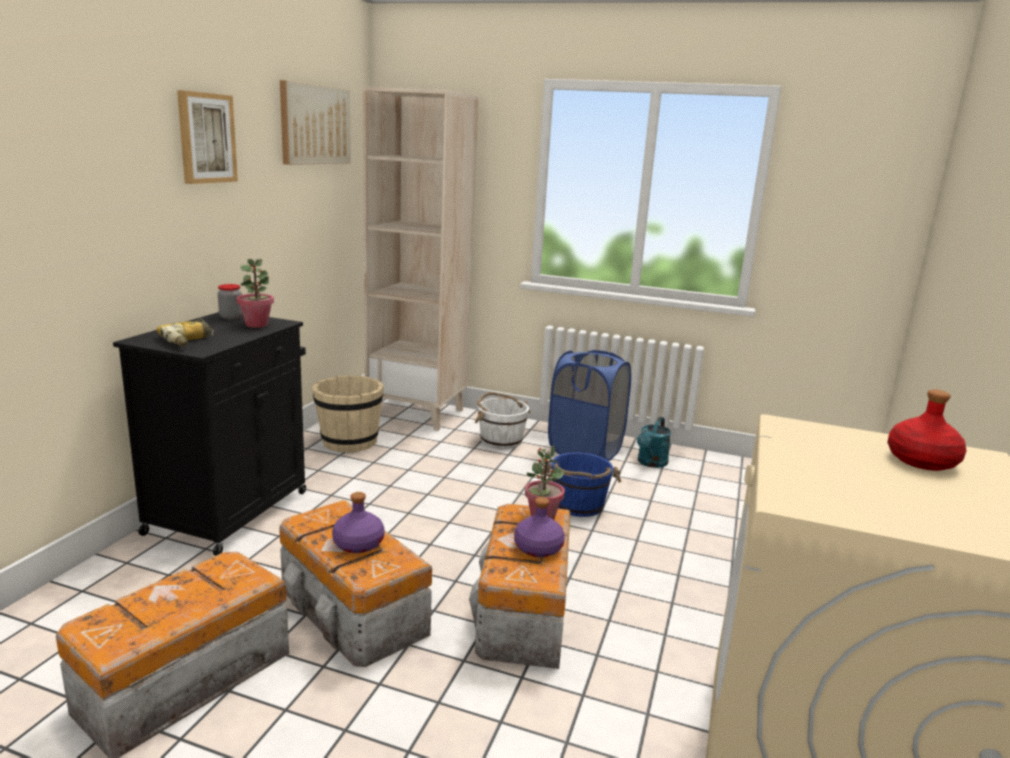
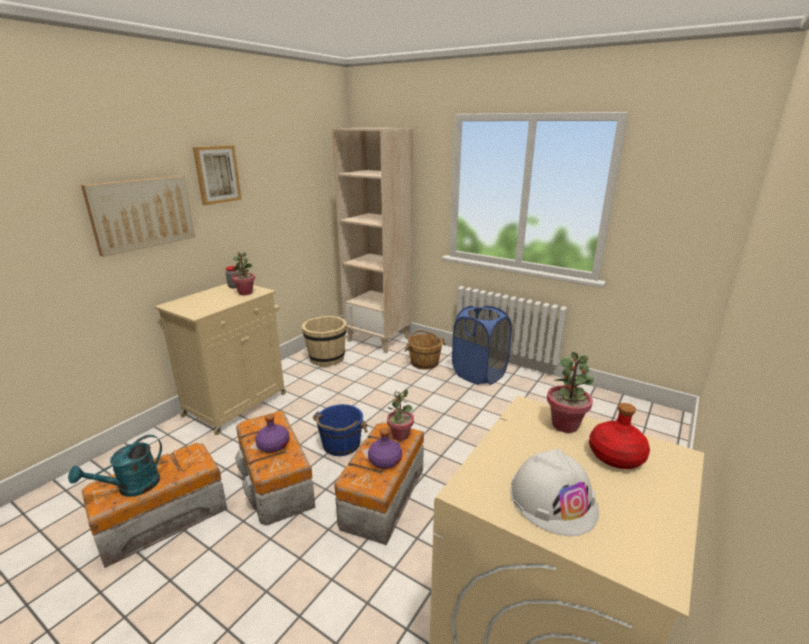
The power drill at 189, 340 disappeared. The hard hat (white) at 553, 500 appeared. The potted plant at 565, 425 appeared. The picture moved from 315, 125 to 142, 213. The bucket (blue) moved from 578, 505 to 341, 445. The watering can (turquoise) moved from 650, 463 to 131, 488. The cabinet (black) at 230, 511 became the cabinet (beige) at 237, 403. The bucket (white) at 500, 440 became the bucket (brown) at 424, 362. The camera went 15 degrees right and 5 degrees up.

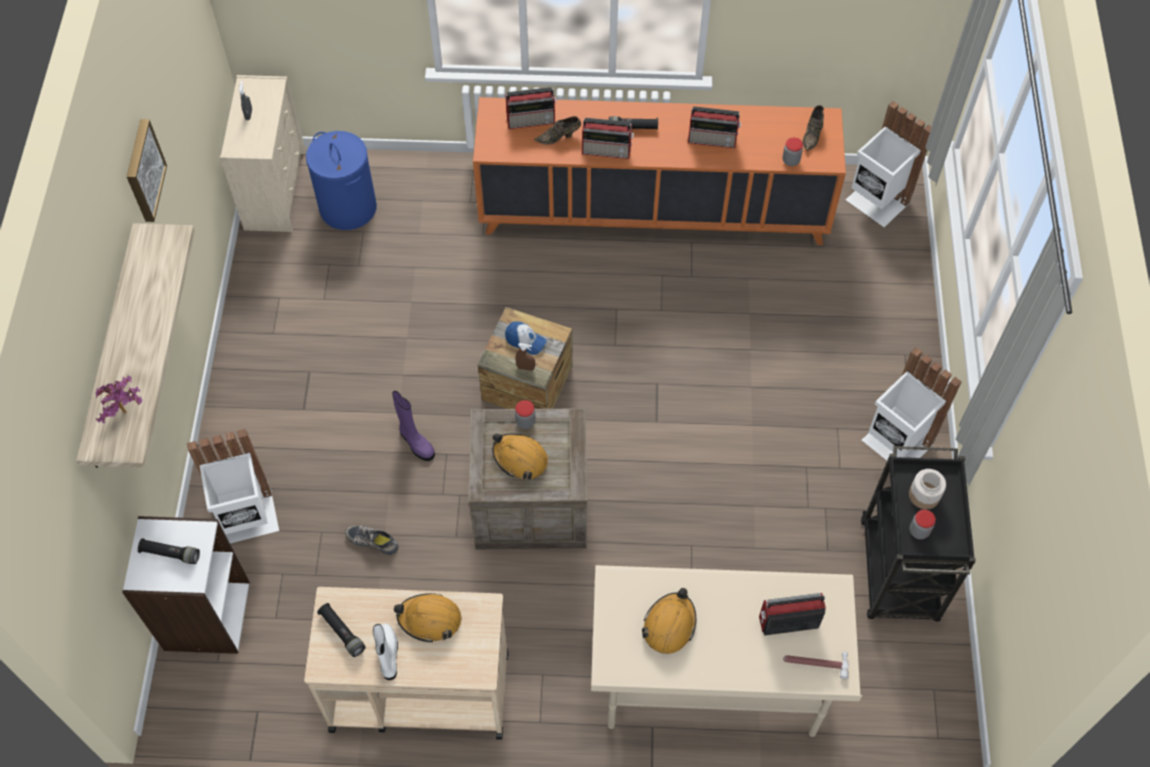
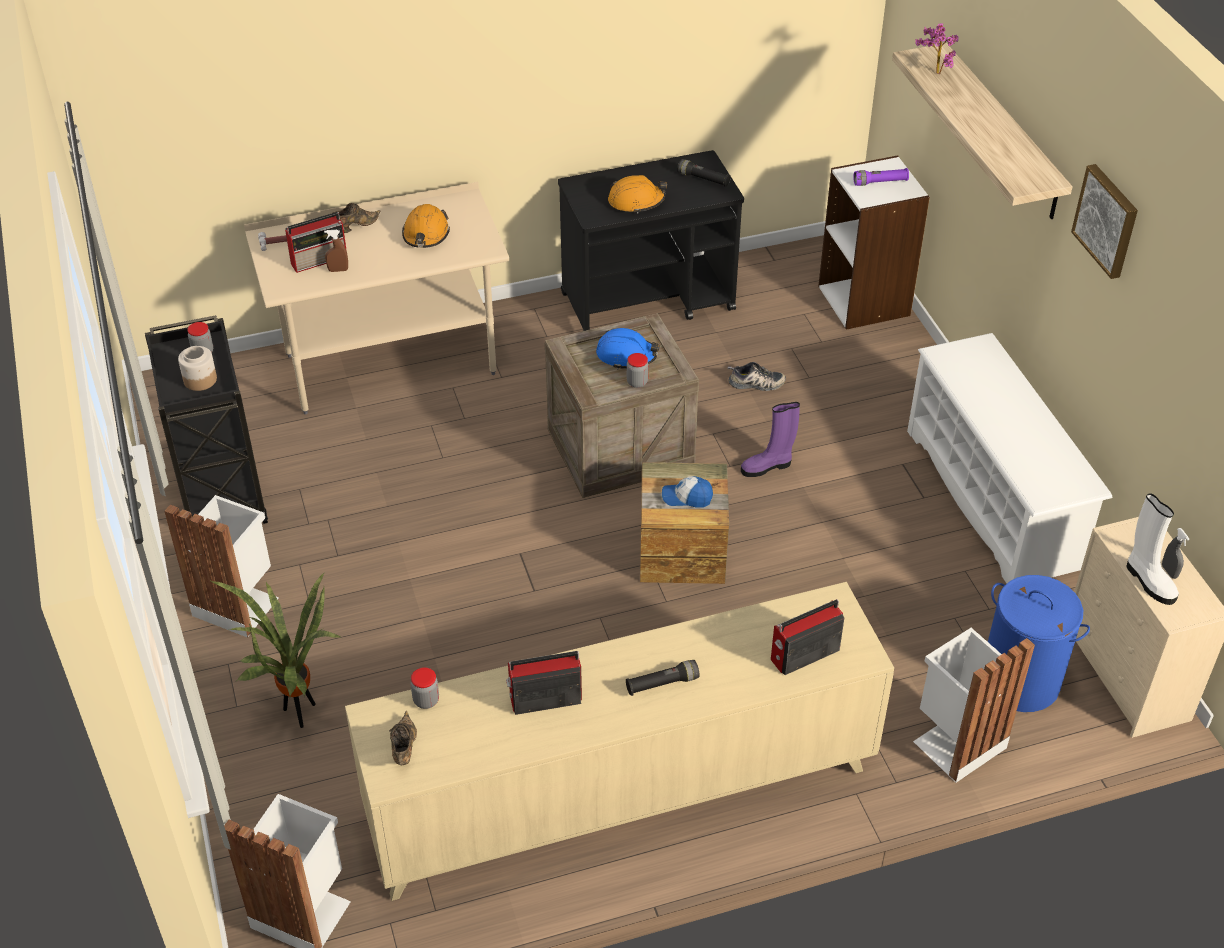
The radio at 607, 150 disappeared. The potted plant at 299, 712 appeared. The shoe rack (white) at 992, 499 appeared. The trash can (white) moved from 248, 519 to 956, 742. The boot (white) moved from 388, 655 to 1148, 581. The spray bottle (brown) moved from 525, 367 to 338, 270. The shoe (brown) moved from 559, 137 to 355, 226. The flashlight (black) at 170, 554 became the flashlight (purple) at 880, 182. The cart (beige) at 418, 691 became the cart (black) at 649, 301. The cabinet (orange) at 653, 212 became the cabinet (beige) at 621, 796. The hard hat (orange) at 520, 458 became the hard hat (blue) at 626, 356. The boot (purple) at 415, 442 turned 45 degrees counterclockwise. The camera went 160 degrees right and 15 degrees down.

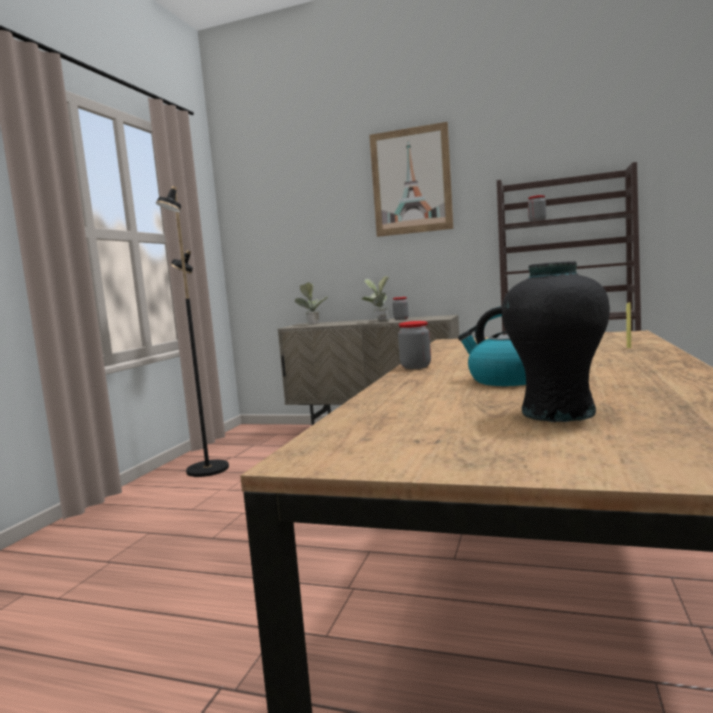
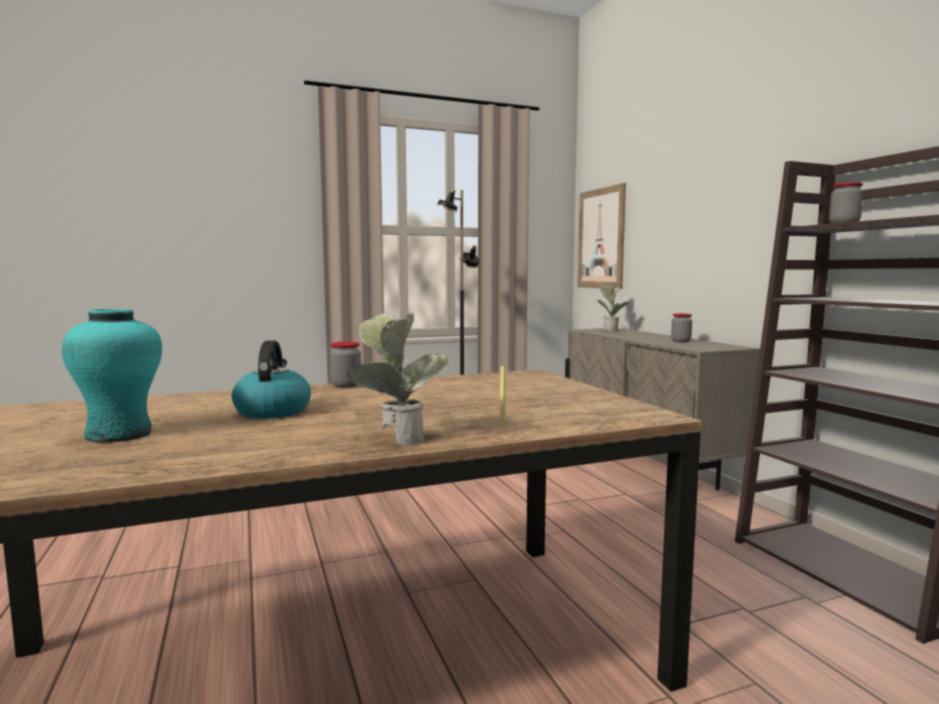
The potted plant moved from 378, 321 to 396, 438. The picture moved from 411, 181 to 601, 238. The vase (black) at 557, 413 became the vase (turquoise) at 119, 434. The camera went 50 degrees right and 0 degrees up.

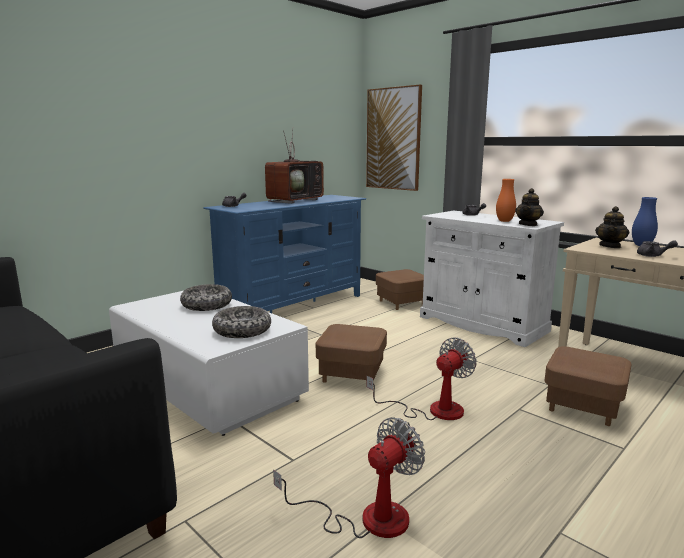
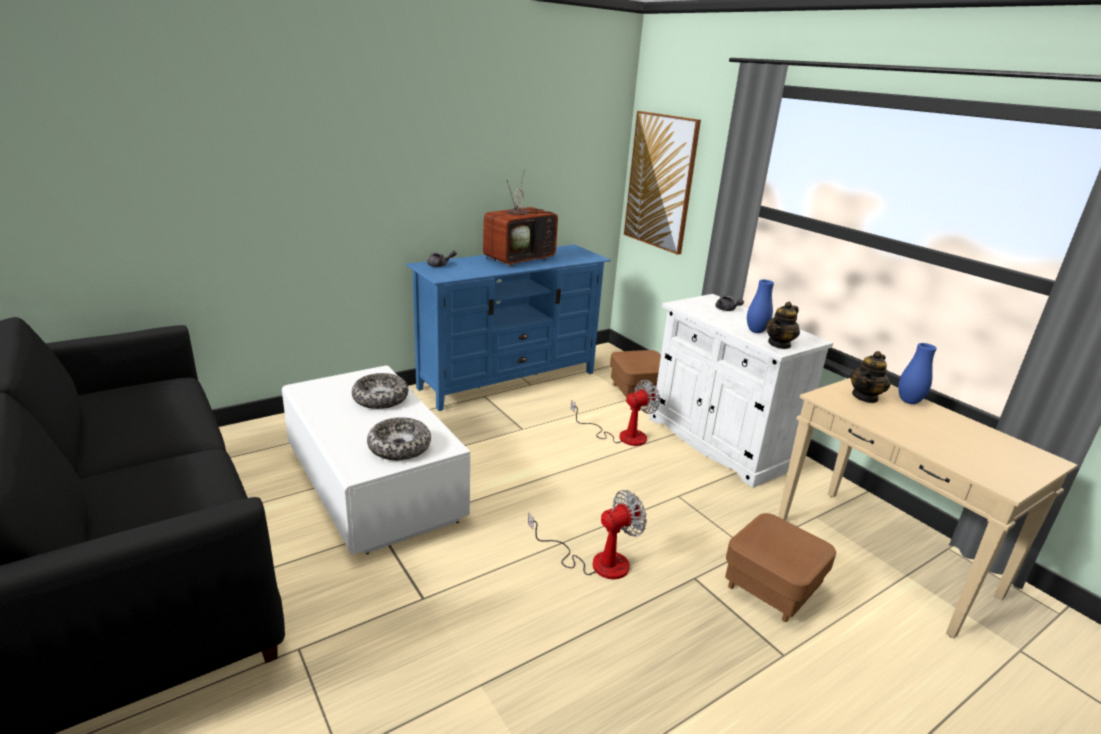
The ottoman (brown) at 352, 374 disappeared. The teapot (grey) at 653, 256 disappeared. The fan moved from 367, 518 to 622, 436. The vase (orange) at 504, 221 became the vase (blue) at 756, 331. The camera went 10 degrees right and 10 degrees up.

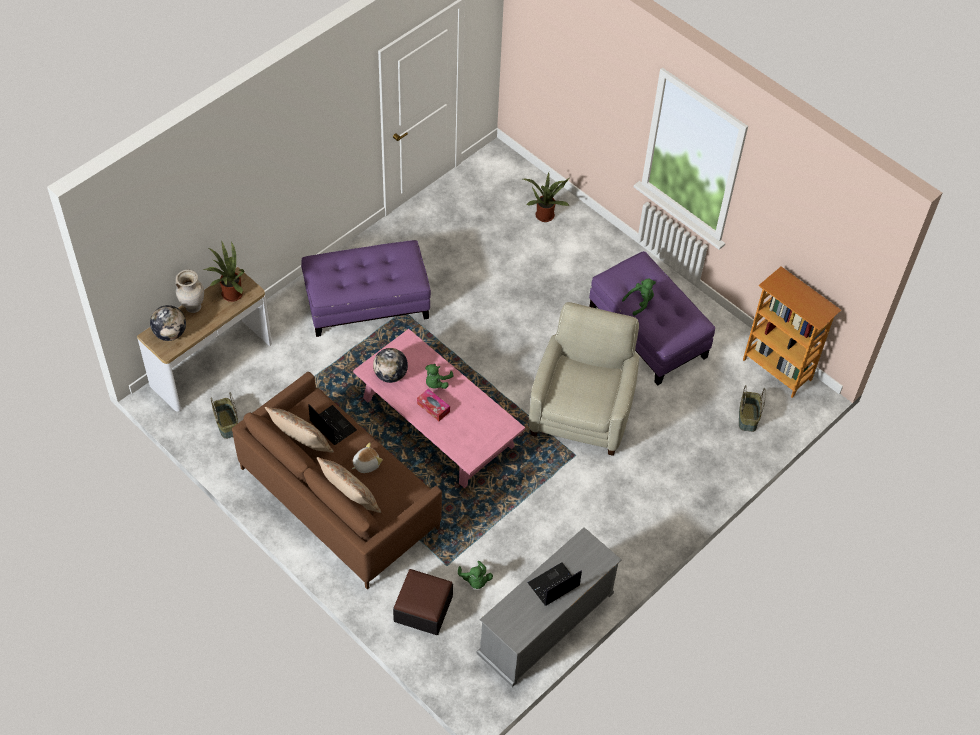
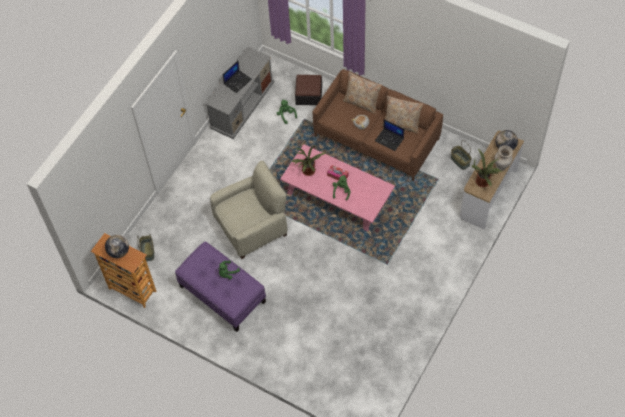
The ottoman (purple) at 367, 304 disappeared. The globe moved from 390, 375 to 119, 252. The potted plant moved from 545, 214 to 308, 172. The armchair (beige) at 582, 411 turned 120 degrees counterclockwise. The camera went 170 degrees right and 5 degrees up.

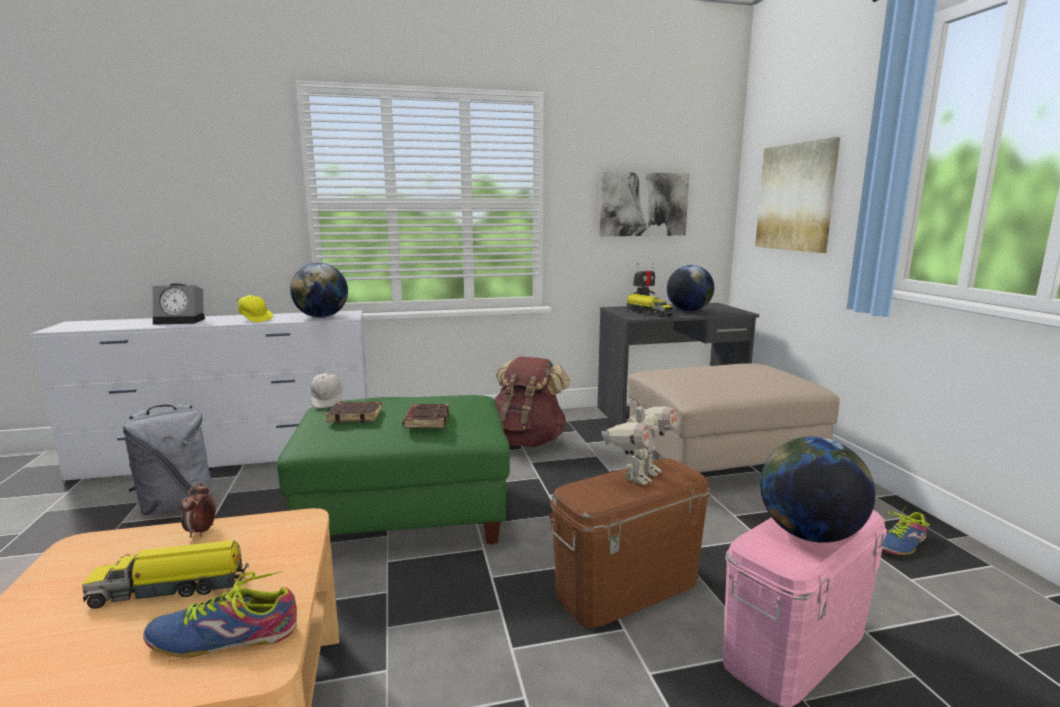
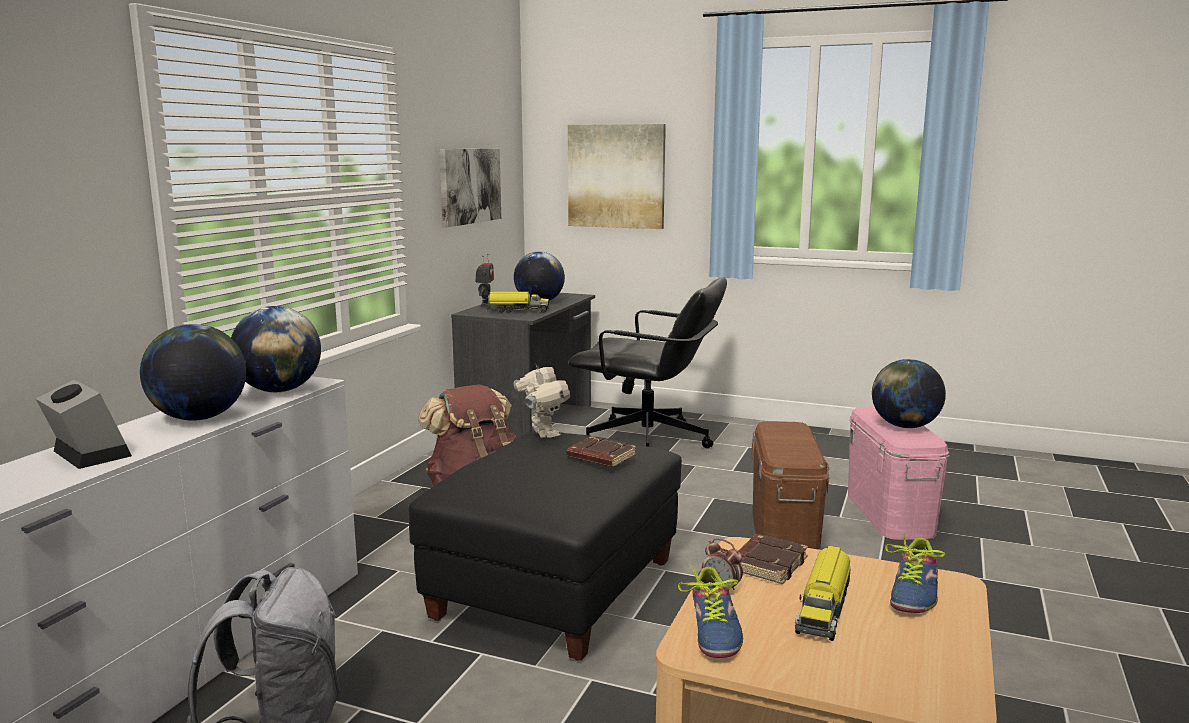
The cap (white) at 327, 401 disappeared. The book (brown) moved from 356, 416 to 767, 564. The toy robot moved from 639, 476 to 542, 433. The shoe moved from 902, 544 to 714, 629. The cap (yellow) at 255, 319 was replaced by the globe at 199, 418. The ottoman (beige) at 721, 462 was replaced by the office chair (black) at 649, 442. The ottoman (green) at 406, 516 became the ottoman (black) at 554, 589. The alarm clock at 182, 321 turned 75 degrees counterclockwise. The camera went 55 degrees left and 0 degrees up.

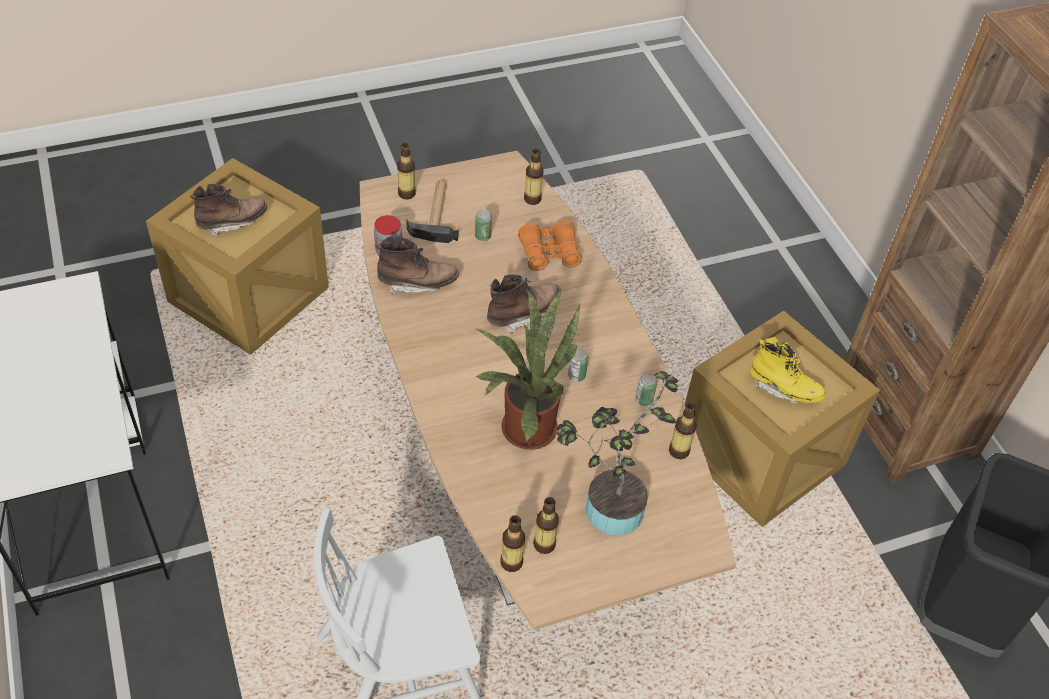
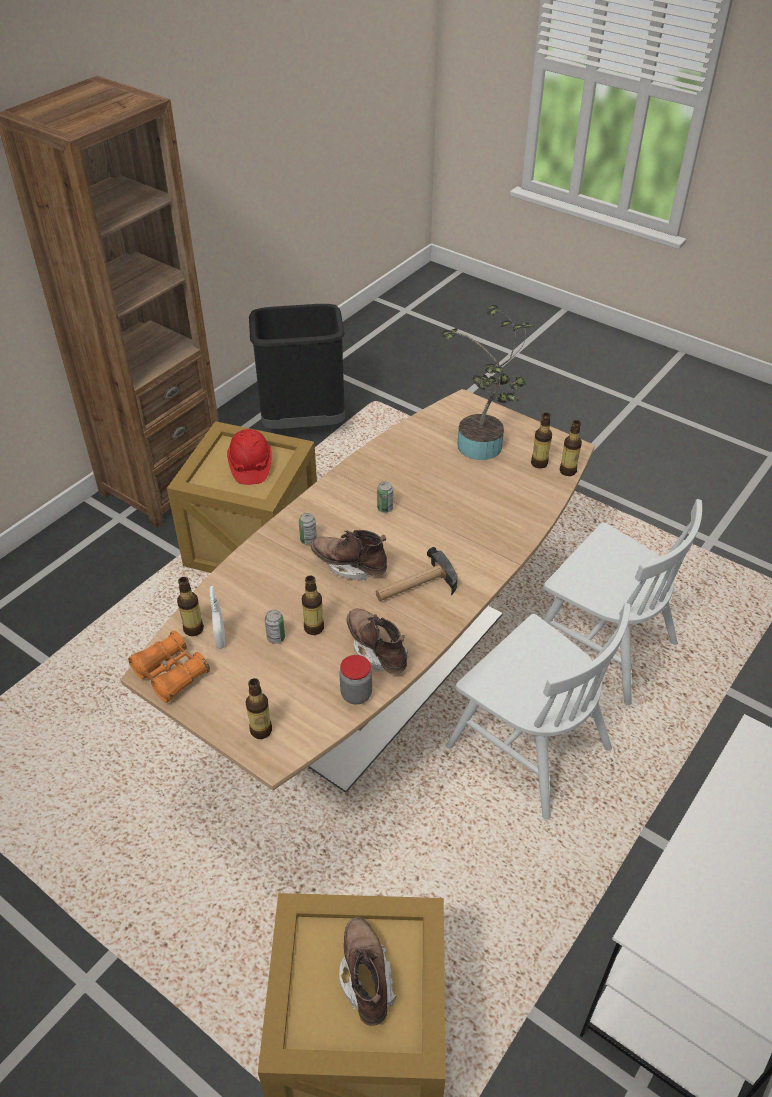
The potted plant at 524, 426 disappeared. The spray bottle (white) at 220, 639 appeared. The chair (white) at 528, 746 appeared. The hammer moved from 435, 214 to 415, 586. The binoculars (orange) moved from 549, 253 to 171, 674. The can moved from 644, 400 to 308, 540. The bottle moved from 679, 451 to 314, 628. The boot (yellow) at 784, 389 was replaced by the hard hat (red) at 250, 466. The boot (brown) at 232, 222 turned 45 degrees clockwise. The camera went 120 degrees left and 5 degrees down.

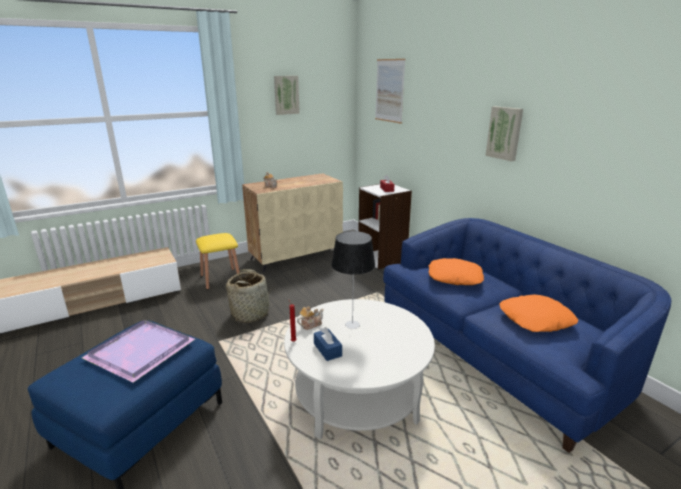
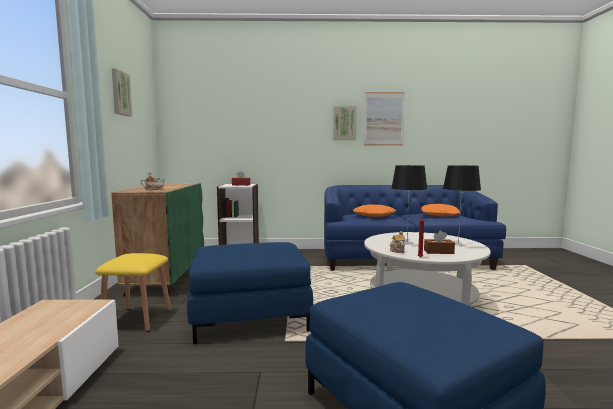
The tray (purple) at 138, 351 disappeared. The table lamp at 458, 244 appeared. The picture moved from 389, 90 to 384, 119. The basket at 250, 314 was replaced by the ottoman (blue) at 250, 316. The cabinet (beige) at 296, 256 became the cabinet (green) at 167, 276. The tissue box (blue) at 327, 350 became the tissue box (brown) at 438, 252. The camera went 60 degrees left and 15 degrees down.

